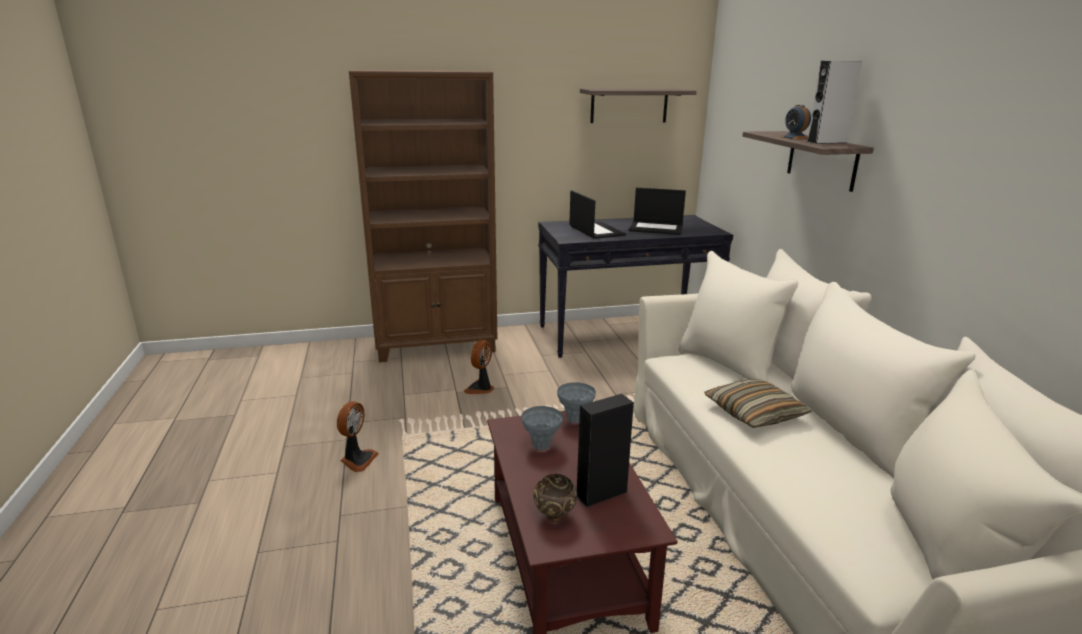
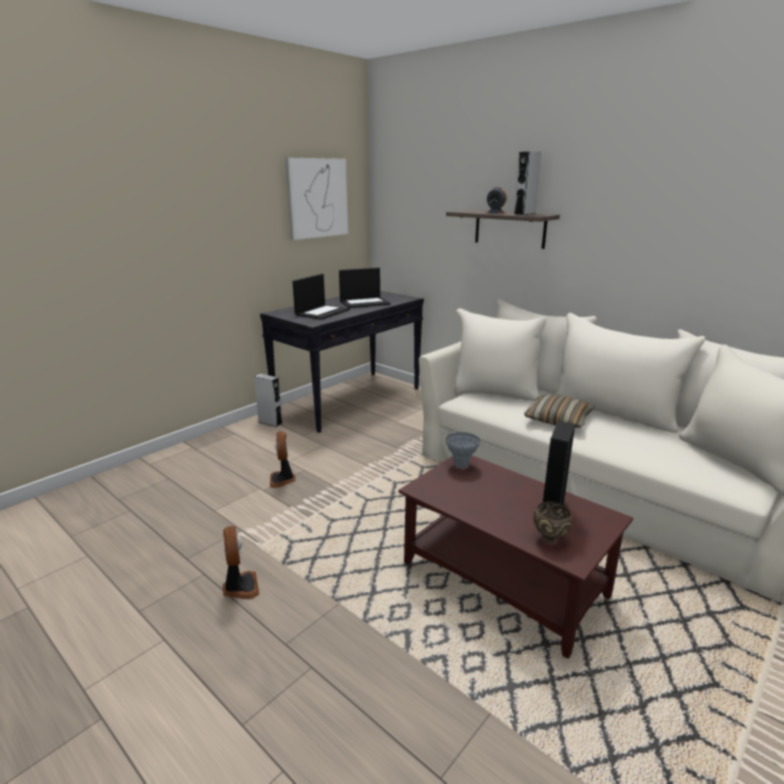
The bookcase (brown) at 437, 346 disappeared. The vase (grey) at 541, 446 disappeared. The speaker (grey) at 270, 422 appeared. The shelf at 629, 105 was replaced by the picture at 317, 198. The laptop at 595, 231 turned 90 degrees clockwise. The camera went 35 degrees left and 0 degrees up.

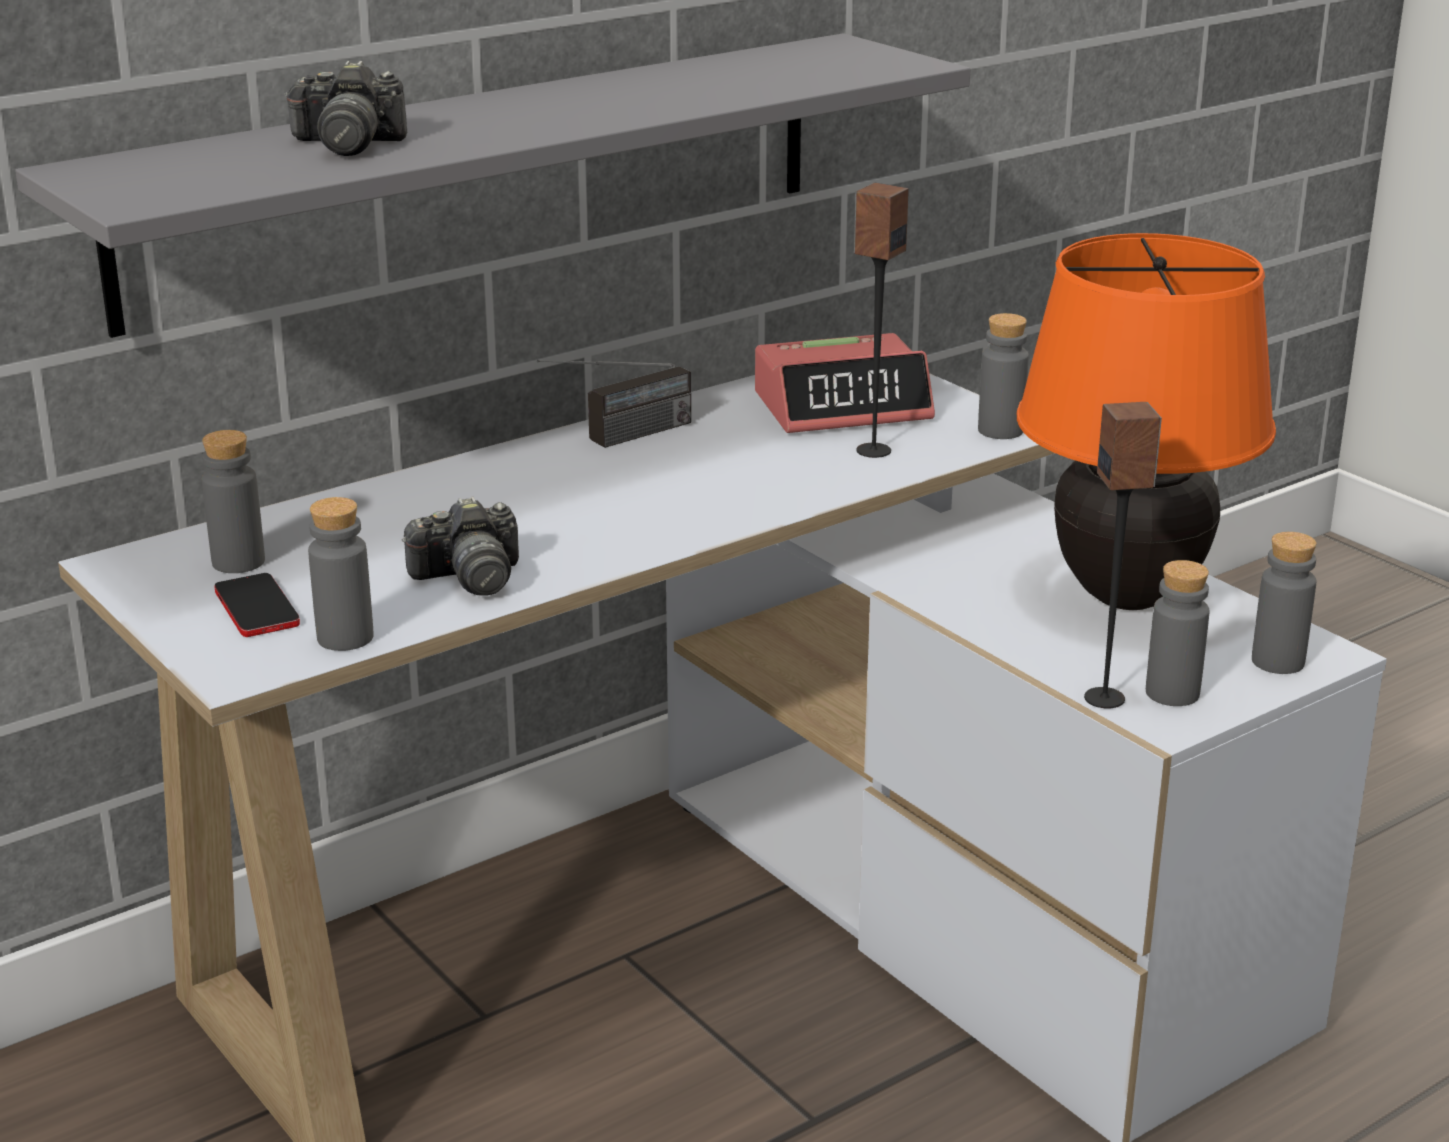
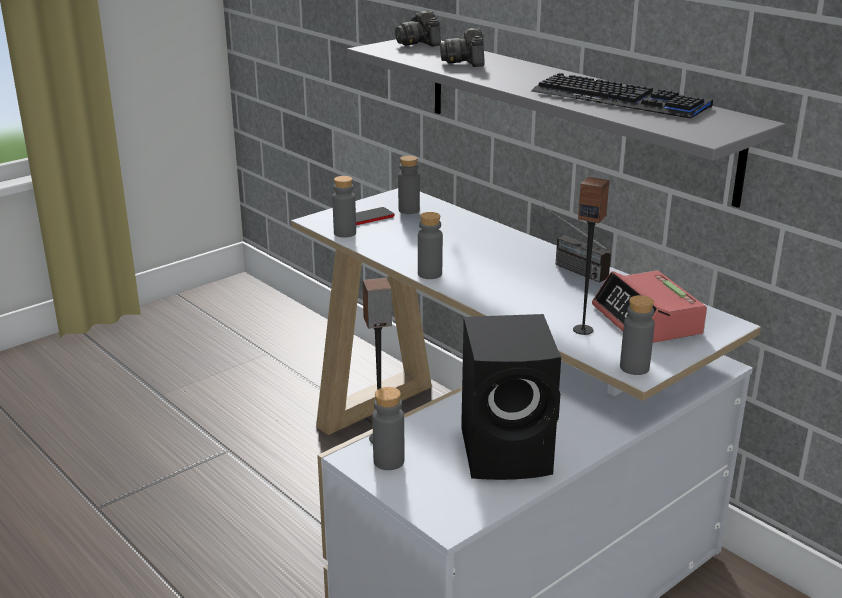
The keyboard at 620, 100 appeared. The photo camera moved from 469, 578 to 419, 43. The bottle (grey) moved from 1278, 662 to 430, 274. The table lamp (orange) at 1126, 596 was replaced by the speaker (black) at 509, 452. The camera went 85 degrees right and 0 degrees up.

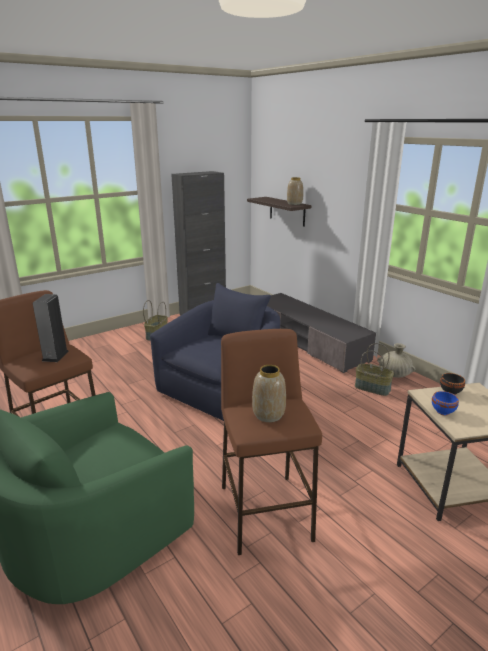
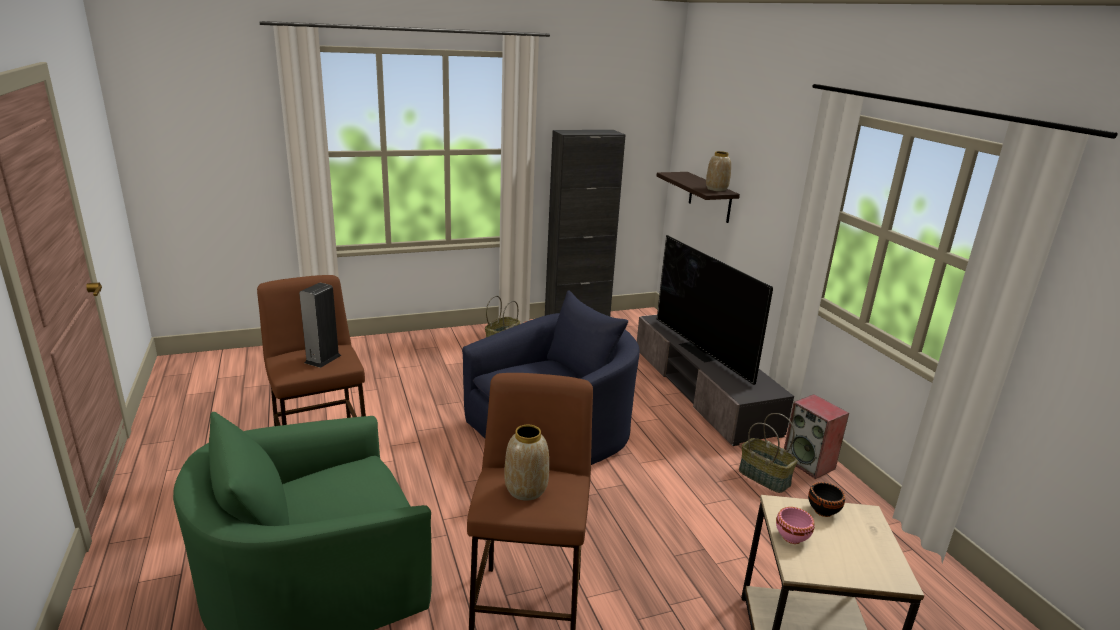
The television at 701, 351 appeared. The vase (beige) at 394, 374 was replaced by the speaker at 809, 463. The bowl (blue) at 442, 411 became the bowl (pink) at 792, 537. The camera went 15 degrees right and 0 degrees up.

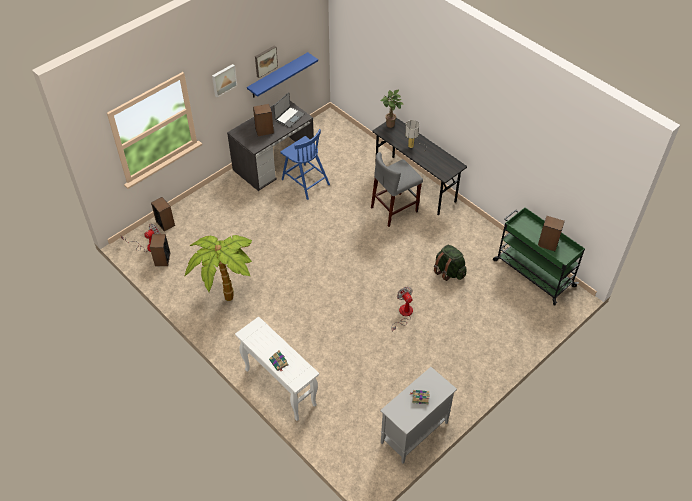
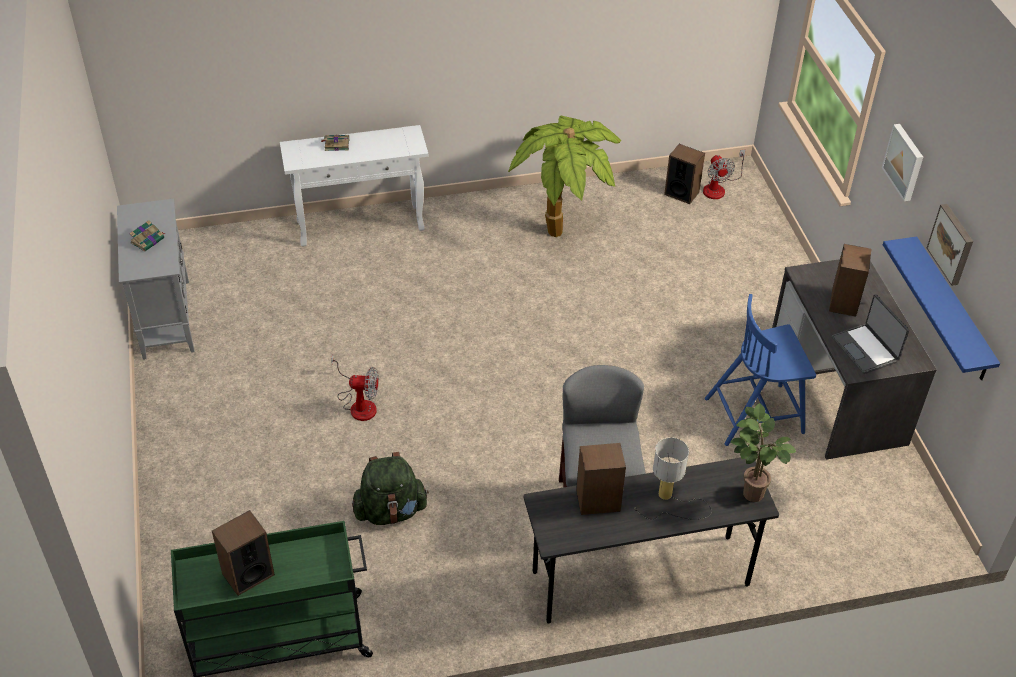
The speaker moved from 165, 223 to 598, 501. The camera went 120 degrees right and 5 degrees down.

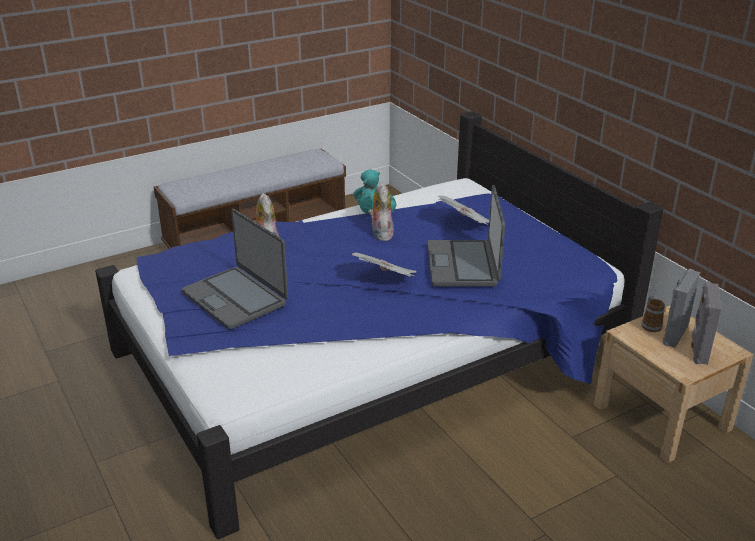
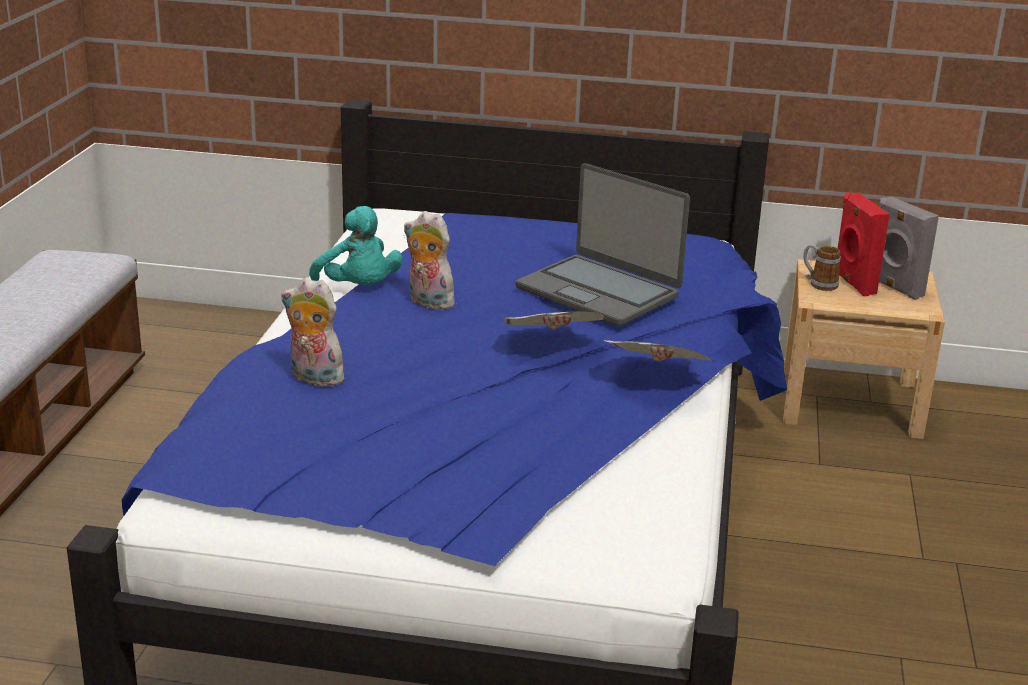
The laptop at 235, 298 disappeared. The newspaper moved from 466, 225 to 658, 378. The speaker (grey) at 674, 334 became the speaker (red) at 852, 283. The camera went 50 degrees left and 5 degrees down.

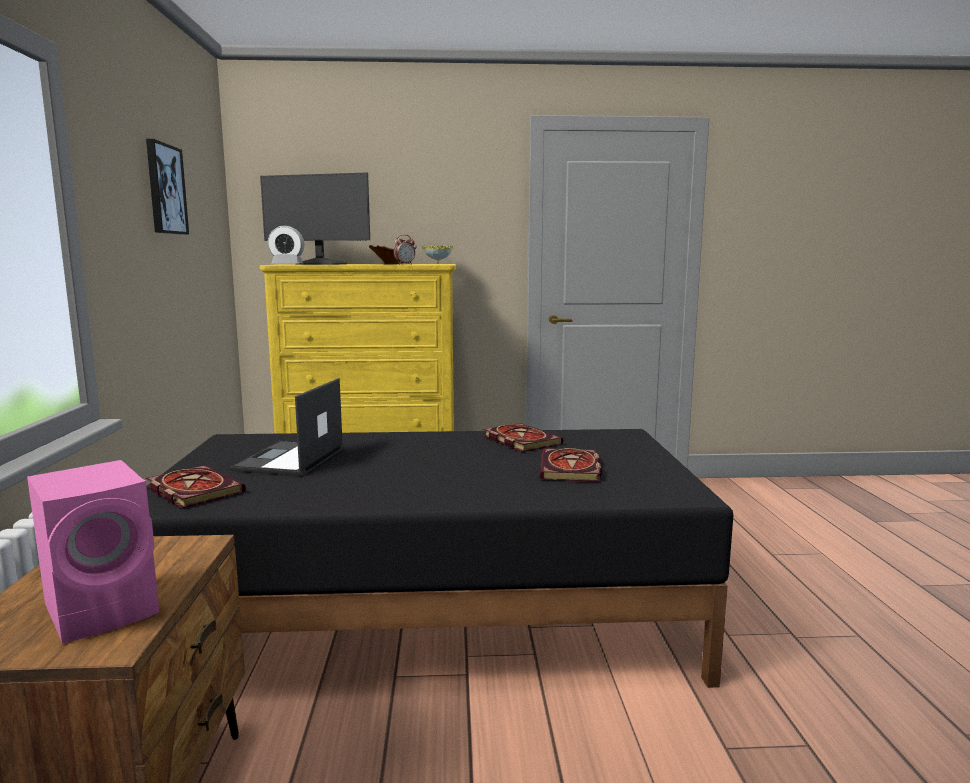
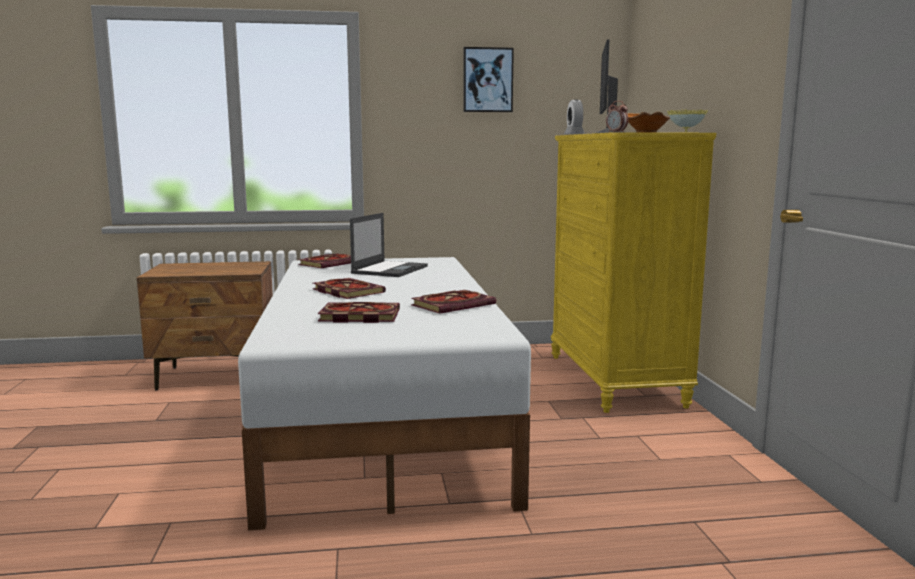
The speaker (pink) at 107, 609 disappeared. The book at 346, 291 appeared. The bed (black) at 429, 615 became the bed (white) at 384, 416. The laptop at 290, 459 turned 105 degrees clockwise. The camera went 85 degrees right and 0 degrees up.

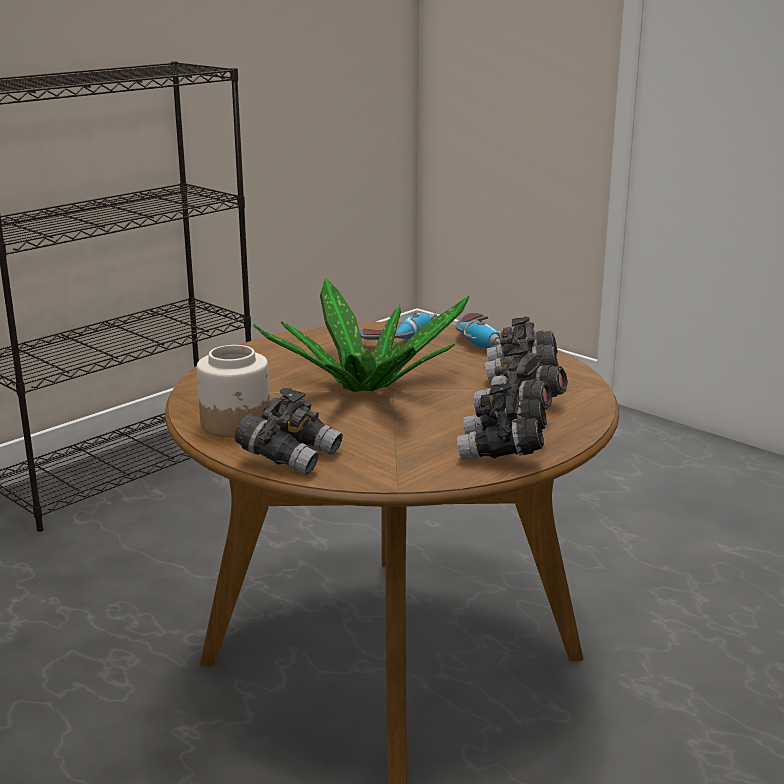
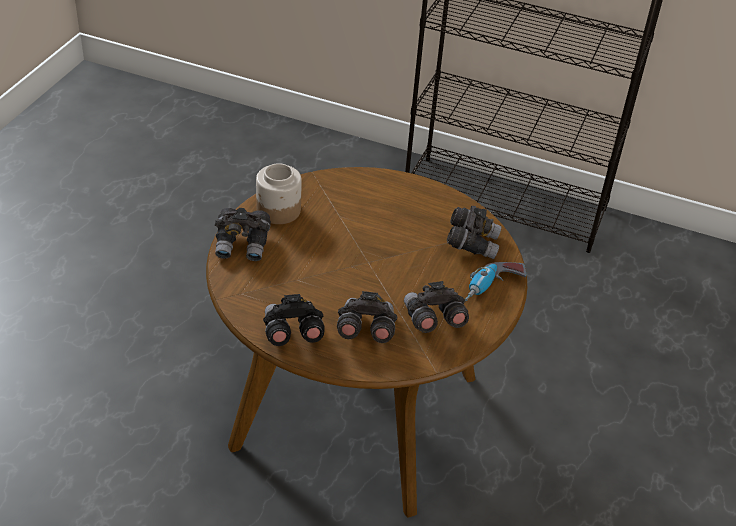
The potted plant at 366, 387 disappeared. The power drill at 401, 338 was replaced by the binoculars (grey) at 472, 243. The camera went 65 degrees right and 20 degrees up.

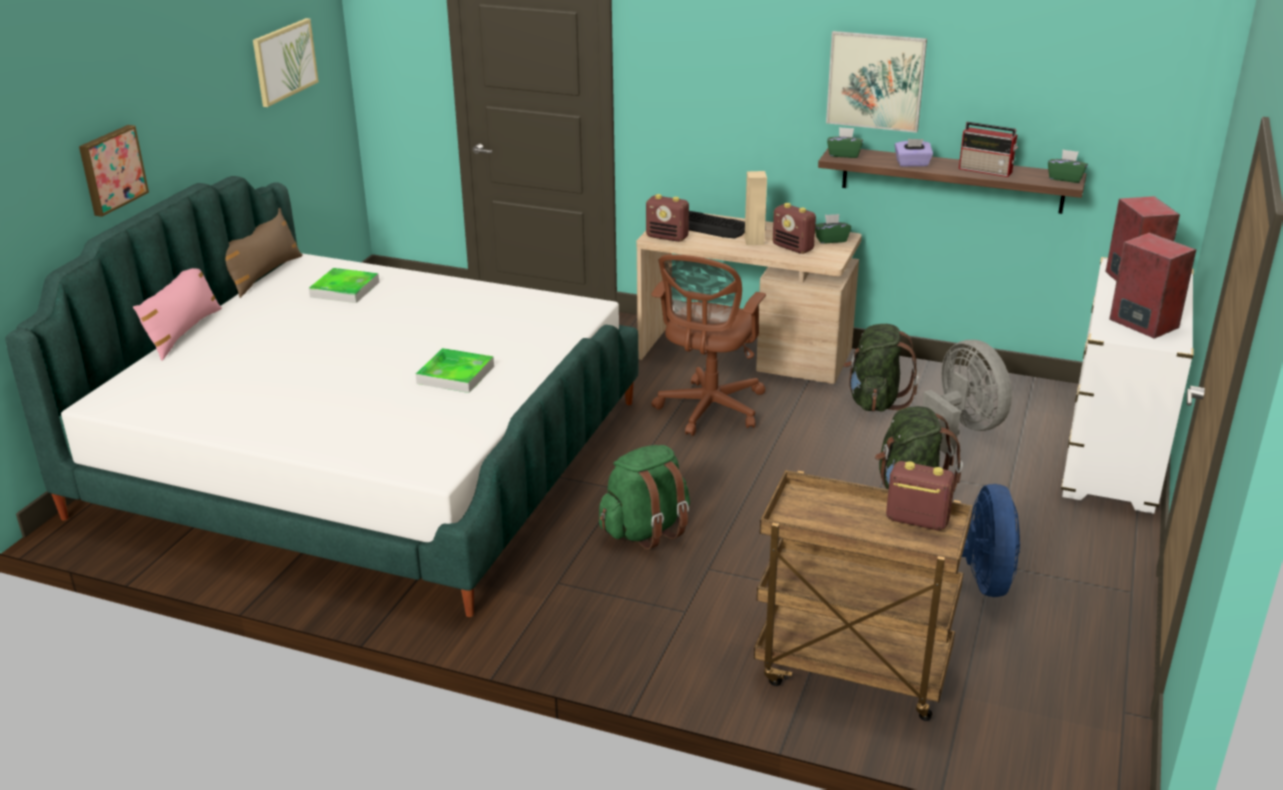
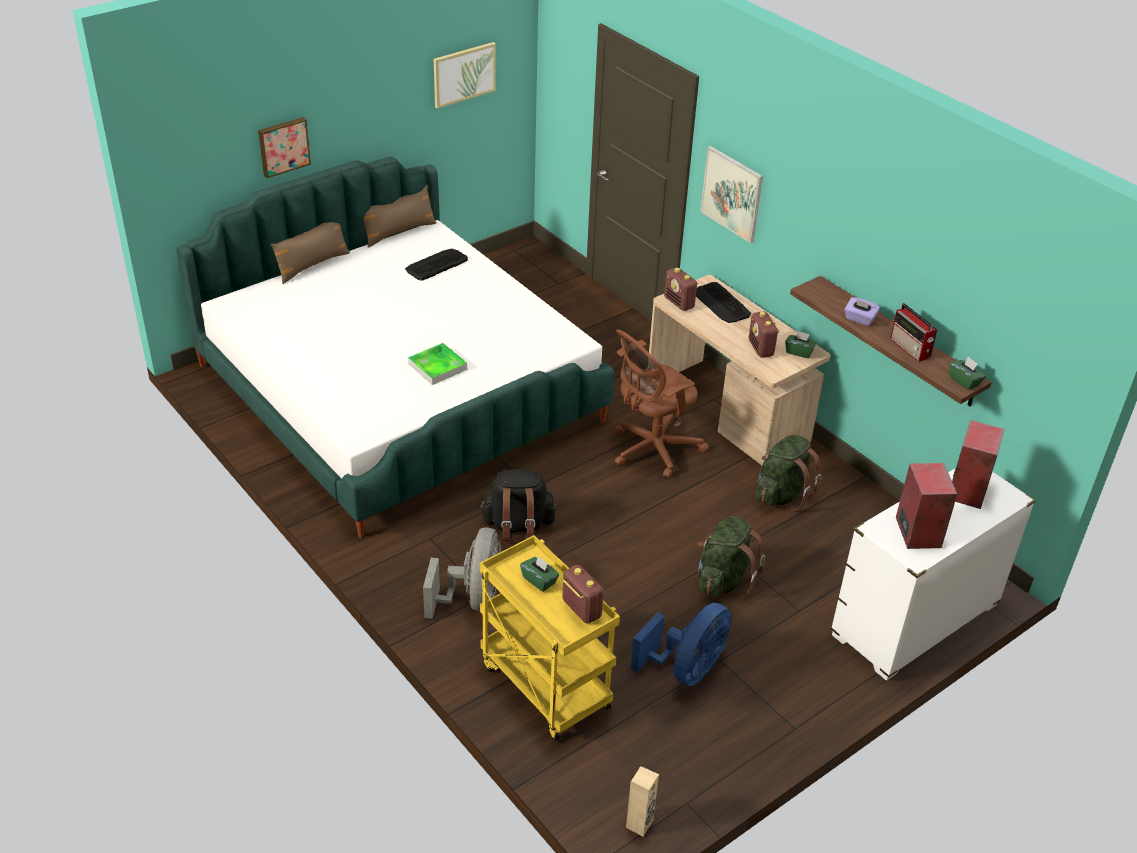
The speaker (beige) moved from 754, 241 to 639, 824. The picture moved from 875, 81 to 732, 194. The tissue box (green) moved from 844, 154 to 539, 580. The fan (grey) moved from 962, 429 to 472, 599. The tray at 345, 289 was replaced by the keyboard at 436, 265. The pillow (pink) at 183, 332 became the pillow (brown) at 312, 265. The backpack (green) at 646, 530 became the backpack (black) at 518, 526. The cart (brown) at 850, 672 became the cart (yellow) at 543, 686. The camera went 30 degrees right and 10 degrees up.

